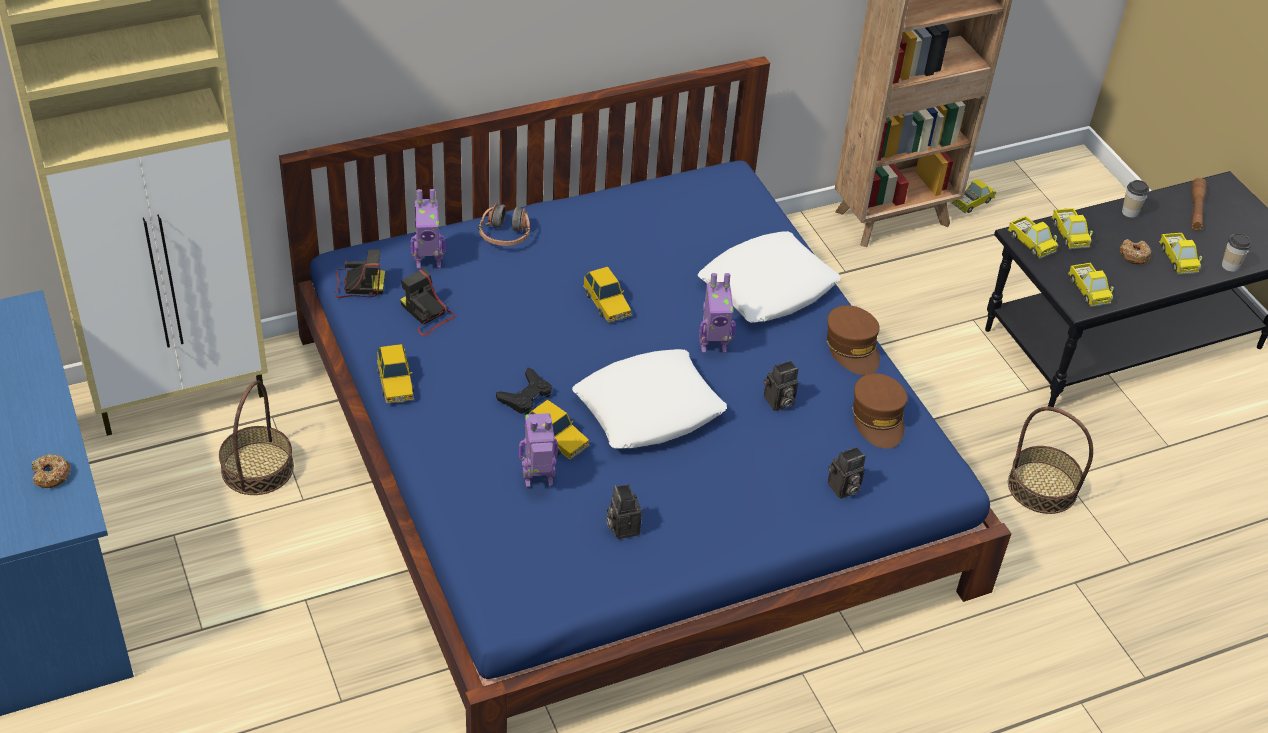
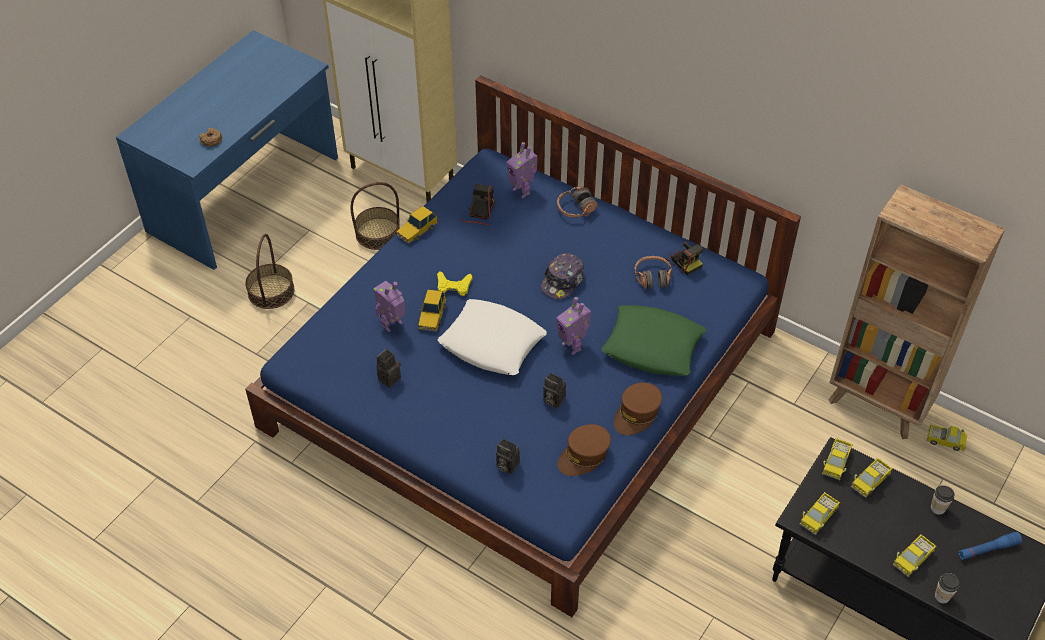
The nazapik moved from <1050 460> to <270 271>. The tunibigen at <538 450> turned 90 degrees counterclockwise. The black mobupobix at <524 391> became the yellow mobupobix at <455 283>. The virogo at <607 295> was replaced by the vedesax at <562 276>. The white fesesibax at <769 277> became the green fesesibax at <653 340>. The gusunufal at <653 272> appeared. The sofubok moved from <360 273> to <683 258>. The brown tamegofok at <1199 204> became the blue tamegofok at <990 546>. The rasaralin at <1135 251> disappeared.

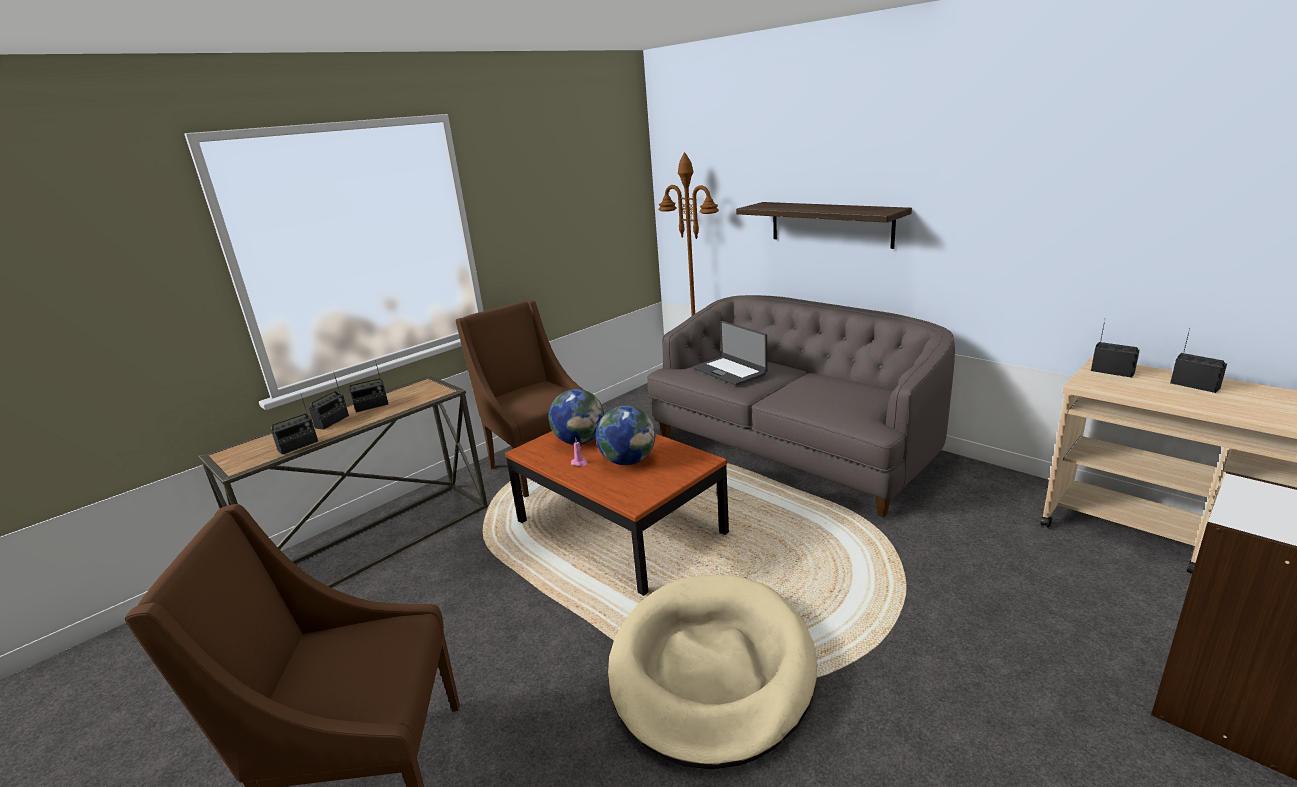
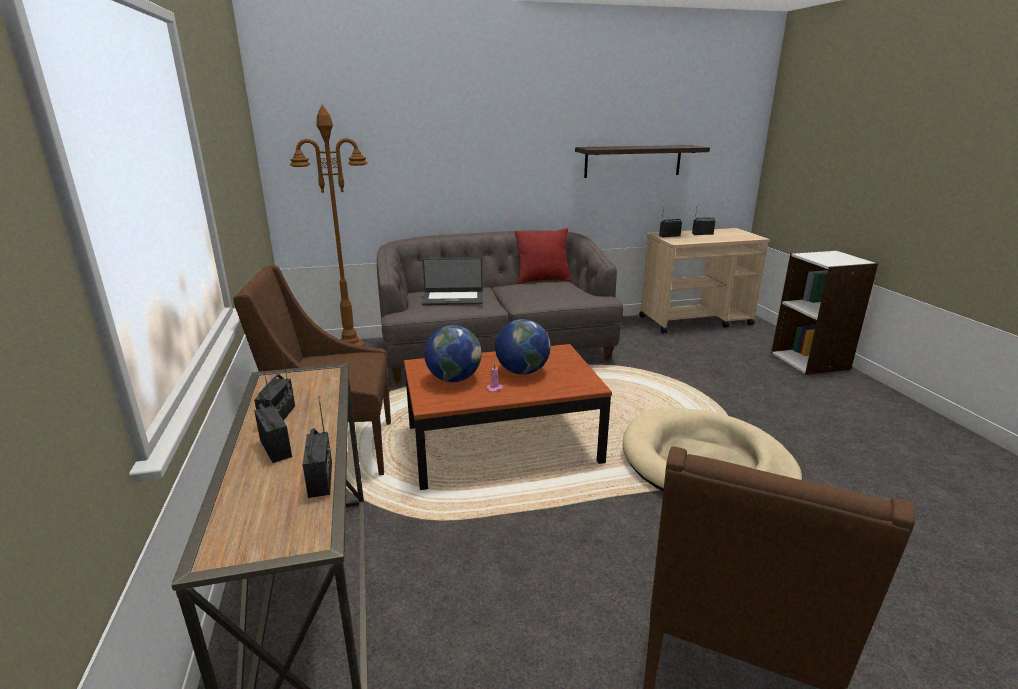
The red fesesibax at <543 256> appeared. The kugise moved from <824 225> to <642 161>.

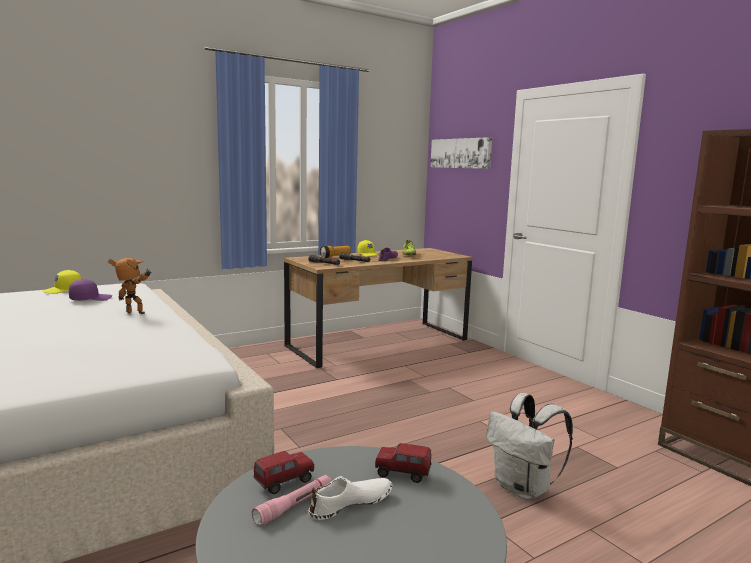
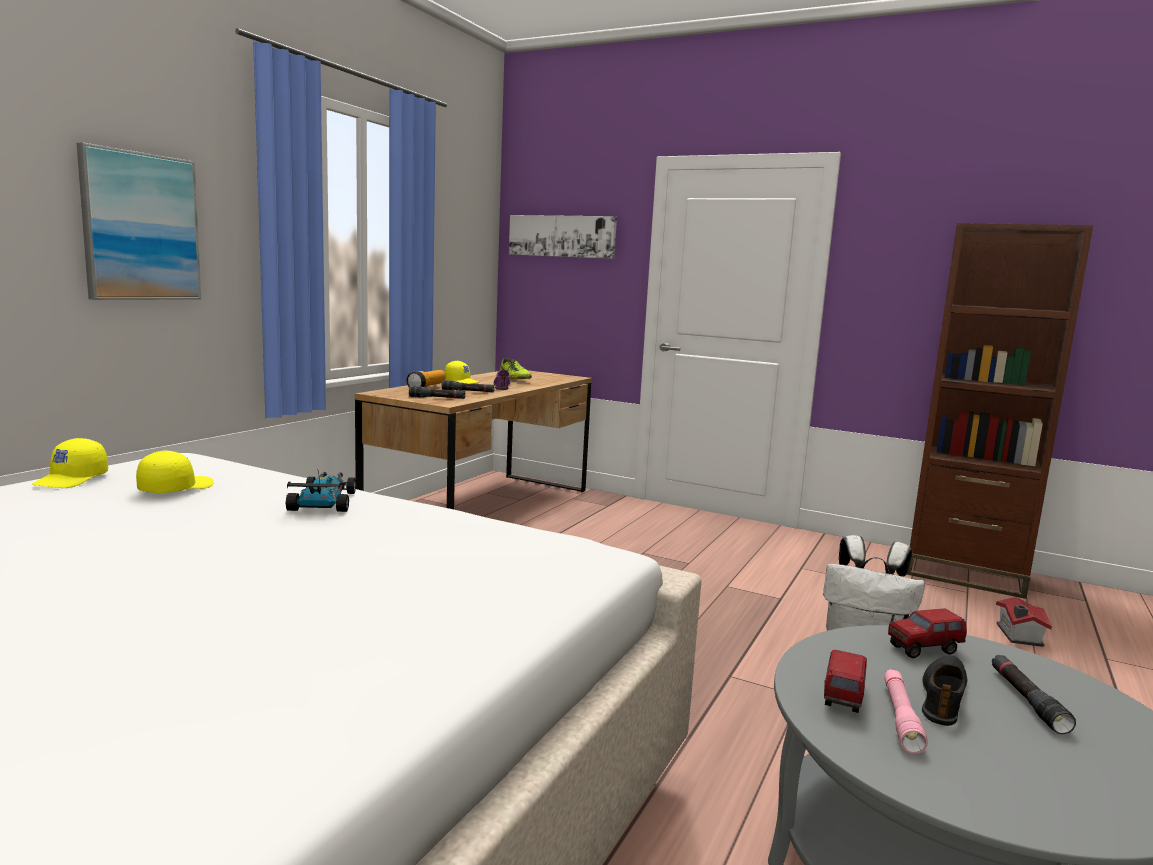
The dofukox at <139 221> appeared. The purple vedesax at <90 290> became the yellow vedesax at <175 471>. The tunibigen at <130 286> was replaced by the virogo at <321 490>. The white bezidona at <350 498> became the black bezidona at <945 690>. The black tamegofok at <1034 694> appeared. The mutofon at <1024 622> appeared.

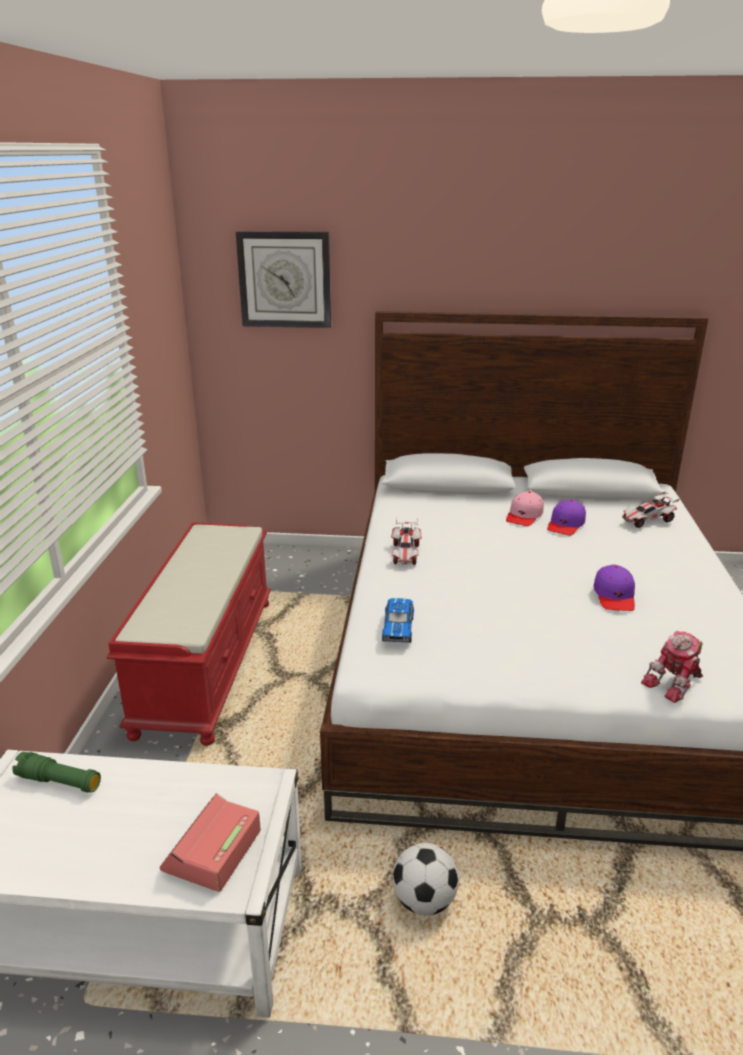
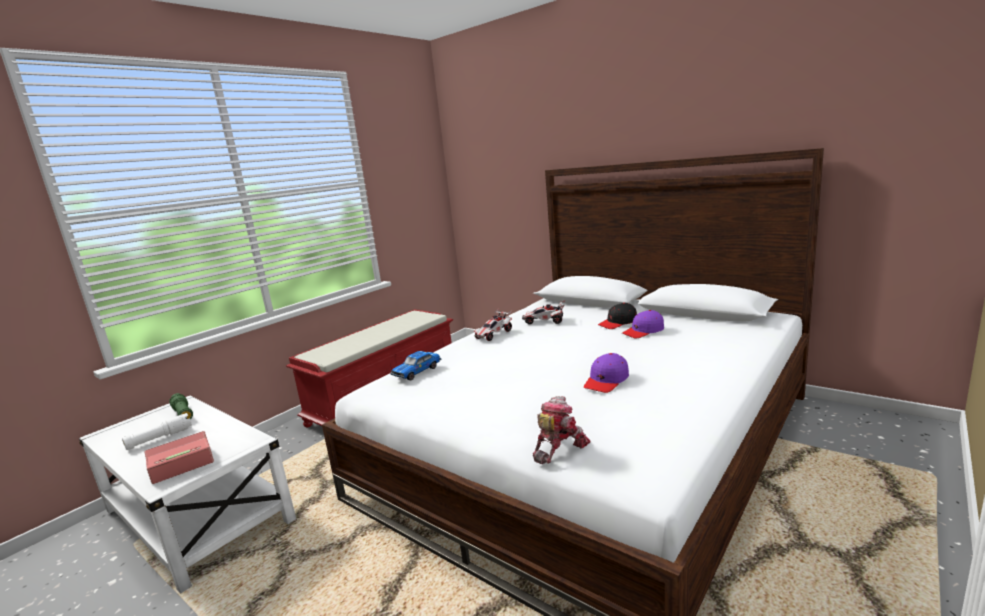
The white tamegofok at <157 431> appeared. The virogo moved from <651 509> to <544 312>. The tunibigen at <672 667> turned 135 degrees clockwise. The pink vedesax at <525 508> became the black vedesax at <617 316>. The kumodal at <283 279> disappeared. The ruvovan at <425 879> disappeared.

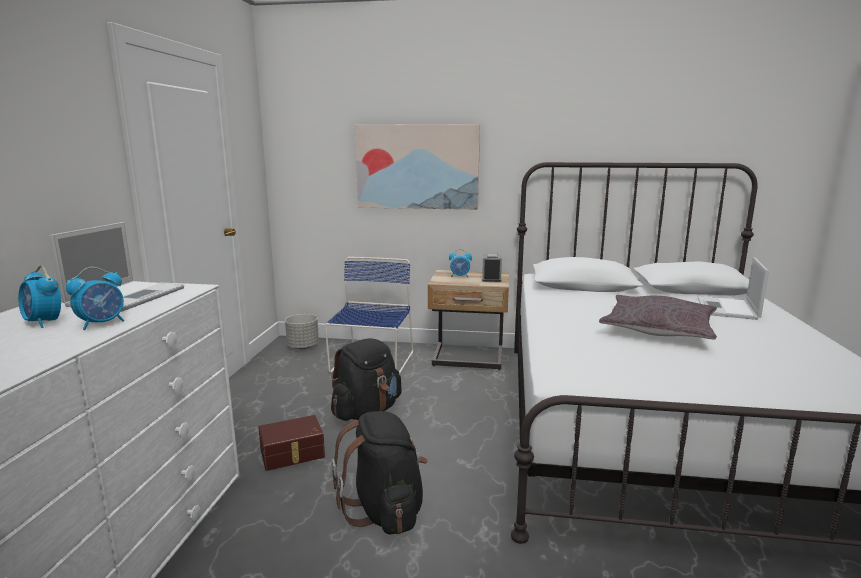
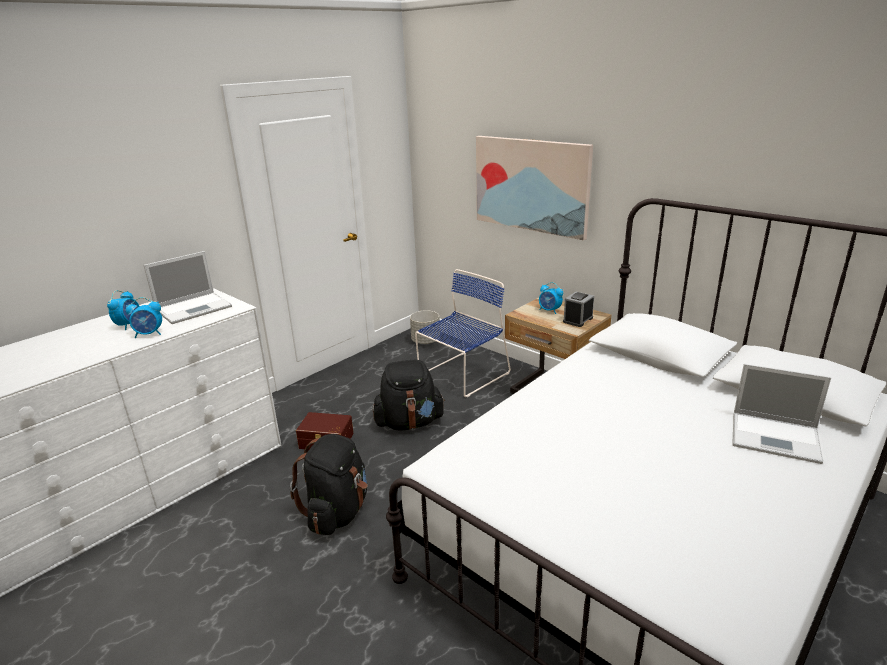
The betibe at <39 297> turned 150 degrees counterclockwise. The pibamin at <733 288> turned 120 degrees counterclockwise. The grey fesesibax at <658 317> disappeared.

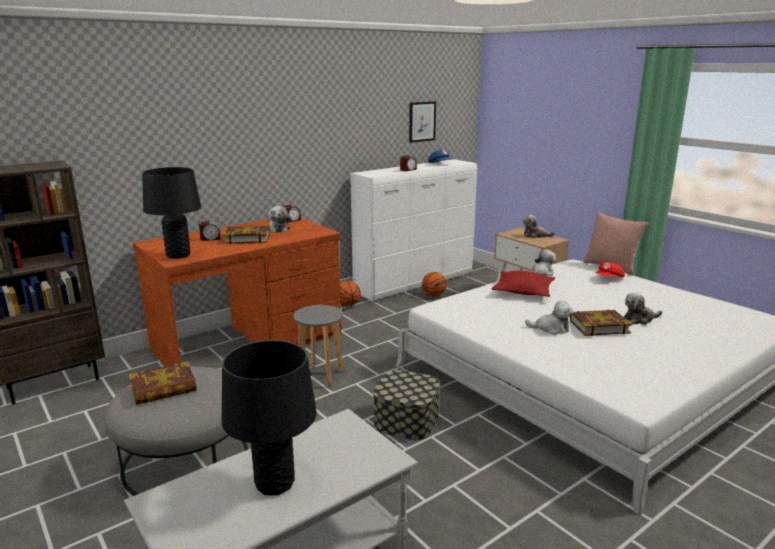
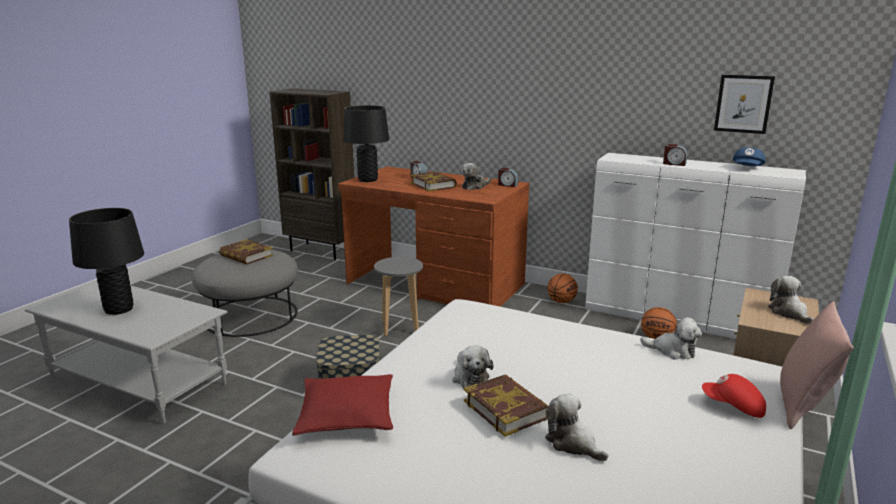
The red fesesibax moved from <523 284> to <342 405>.

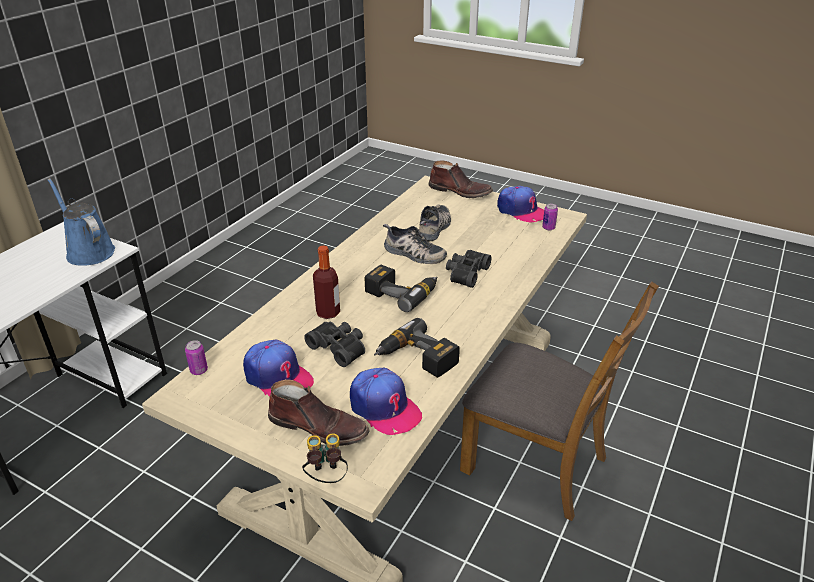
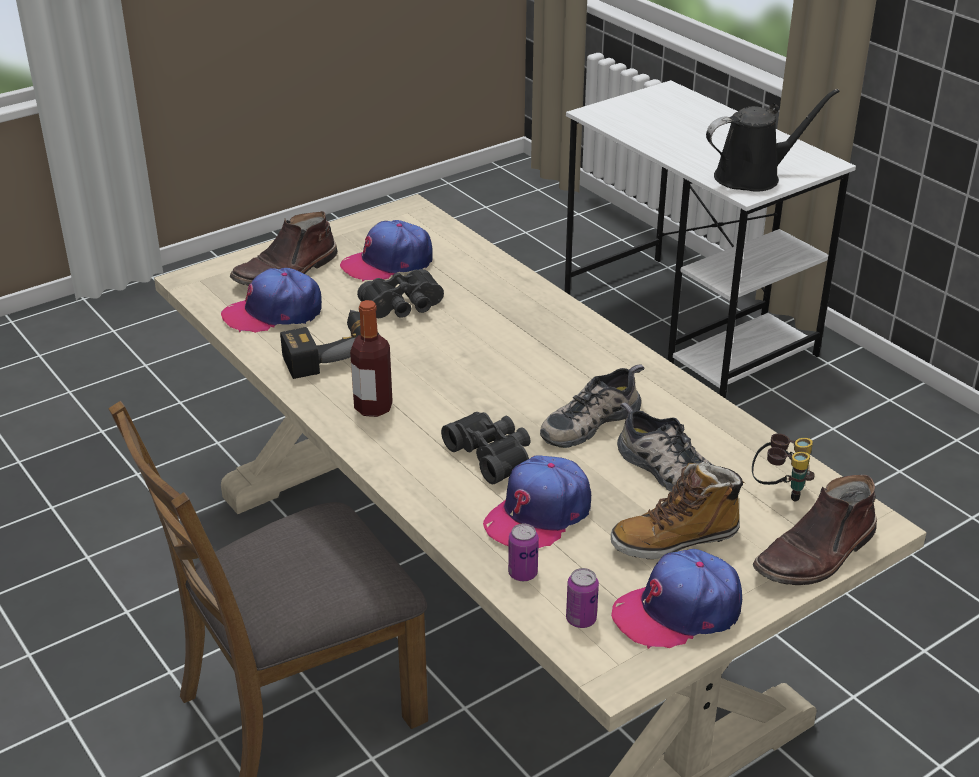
The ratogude moved from <326 282> to <371 358>. The vedesax at <537 501> appeared. The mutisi moved from <196 357> to <523 552>. The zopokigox at <678 510> appeared. The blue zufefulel at <81 222> became the black zufefulel at <773 140>. The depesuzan moved from <325 458> to <783 467>. The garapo at <401 288> disappeared.

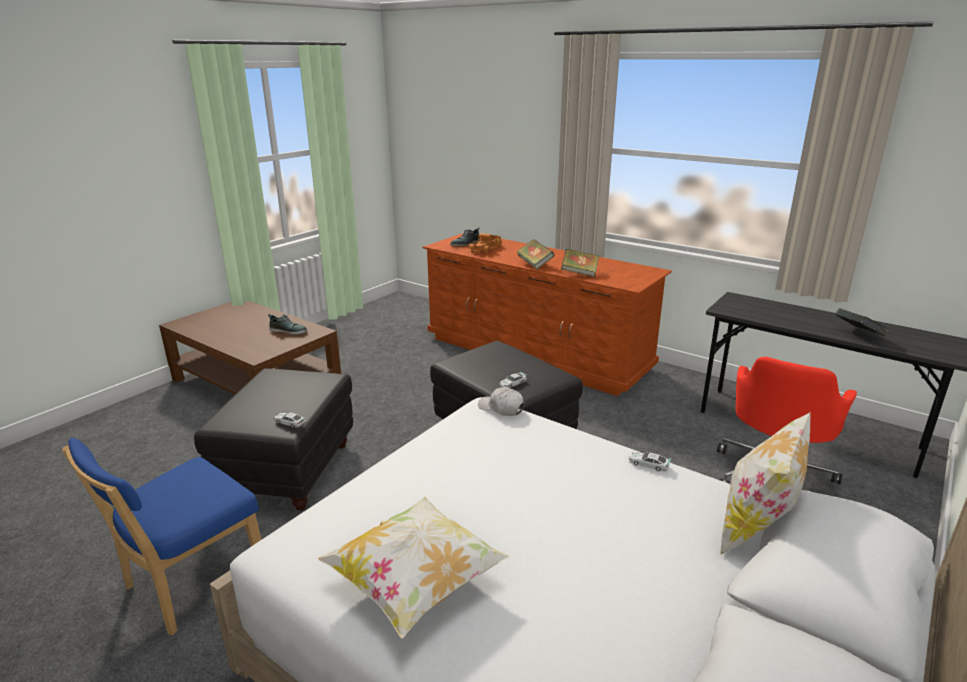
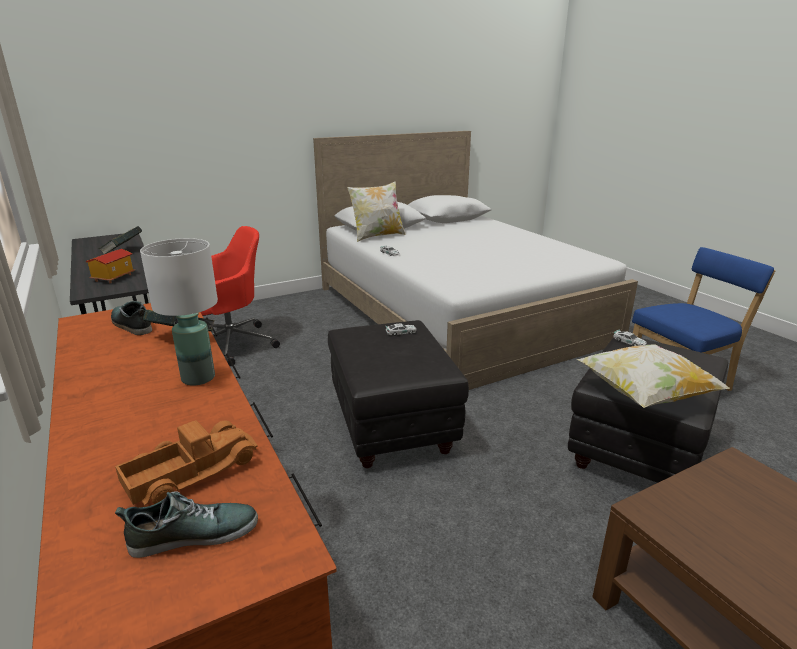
The mutofon at <110 266> appeared. The bezidona moved from <287 324> to <131 318>. The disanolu at <535 254> was replaced by the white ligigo at <179 312>. The fesesibax moved from <414 568> to <653 376>. The white vedesax at <501 401> disappeared.

